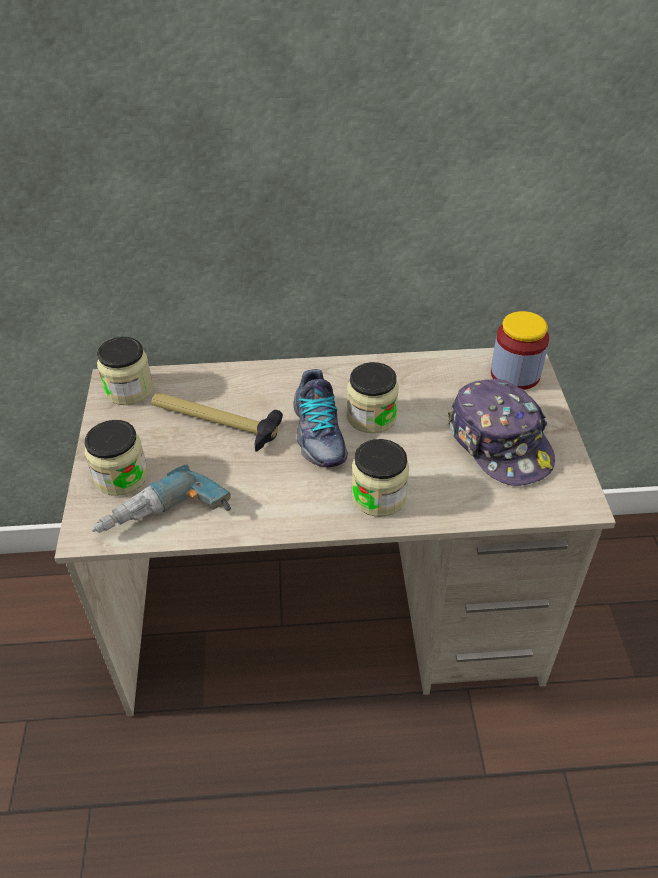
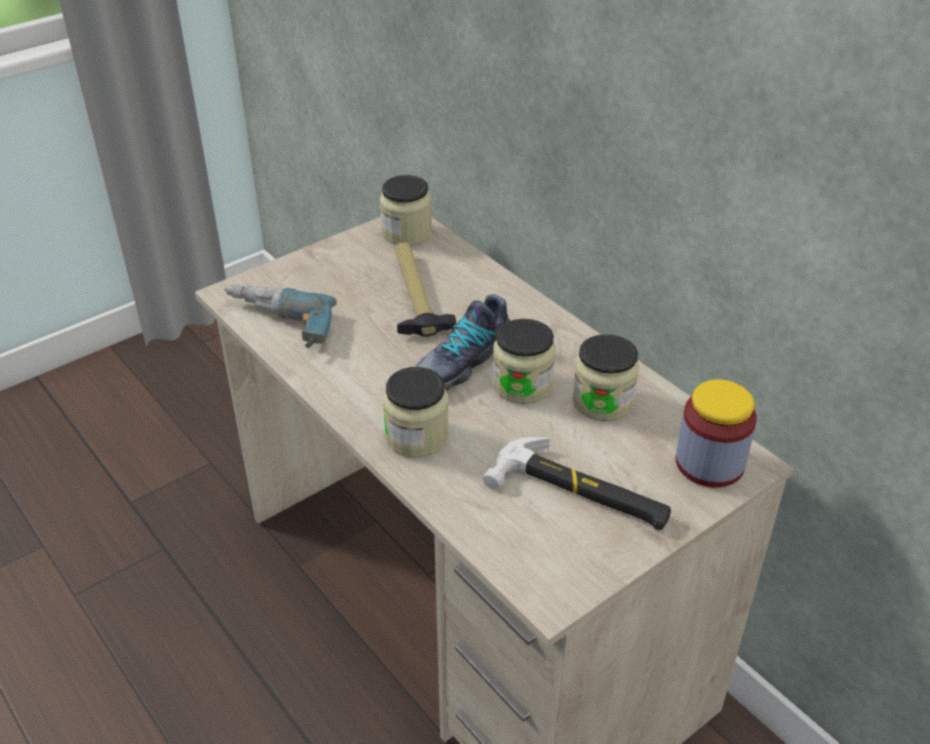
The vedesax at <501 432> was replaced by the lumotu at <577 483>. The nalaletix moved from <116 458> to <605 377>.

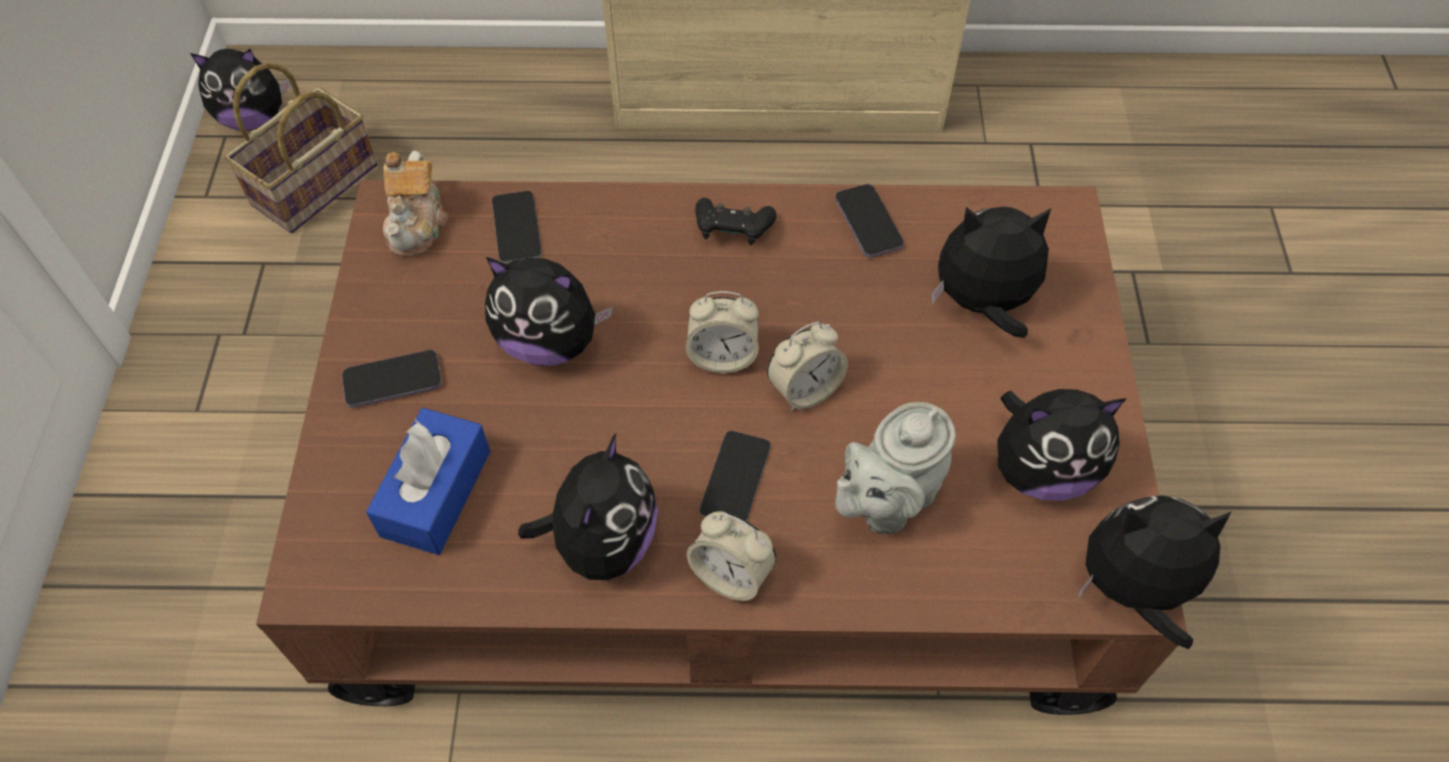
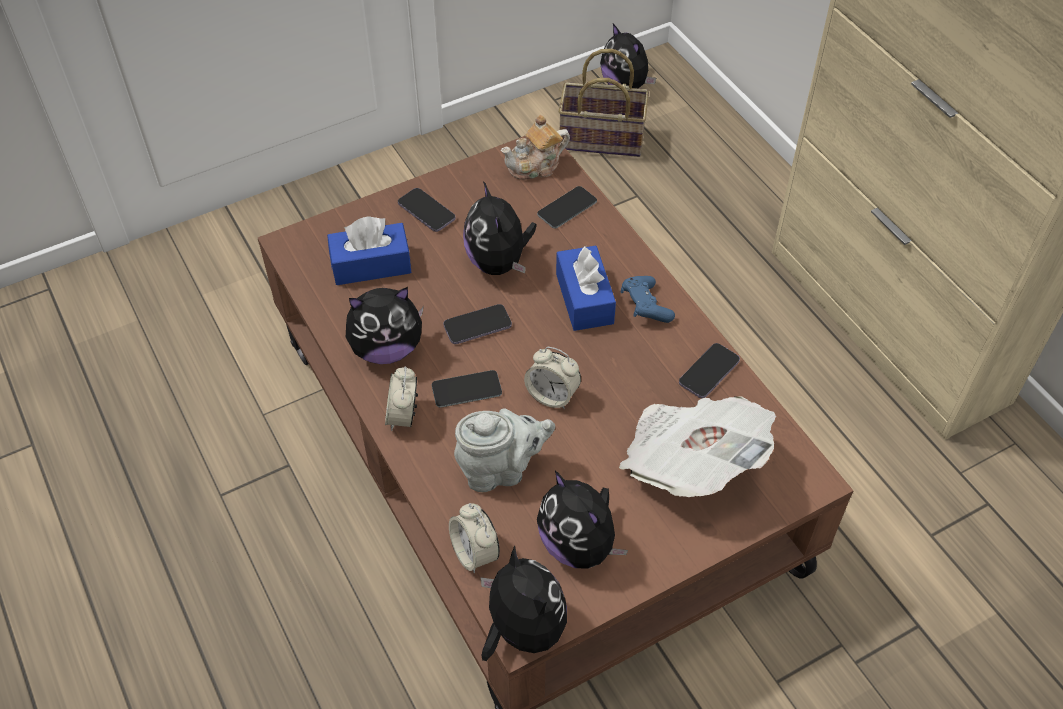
The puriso at <477 324> appeared. The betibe moved from <722 332> to <474 538>. The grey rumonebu at <895 468> turned 150 degrees clockwise. The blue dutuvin at <586 288> appeared. The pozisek at <991 272> was replaced by the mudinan at <697 446>. The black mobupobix at <735 221> became the blue mobupobix at <648 299>.

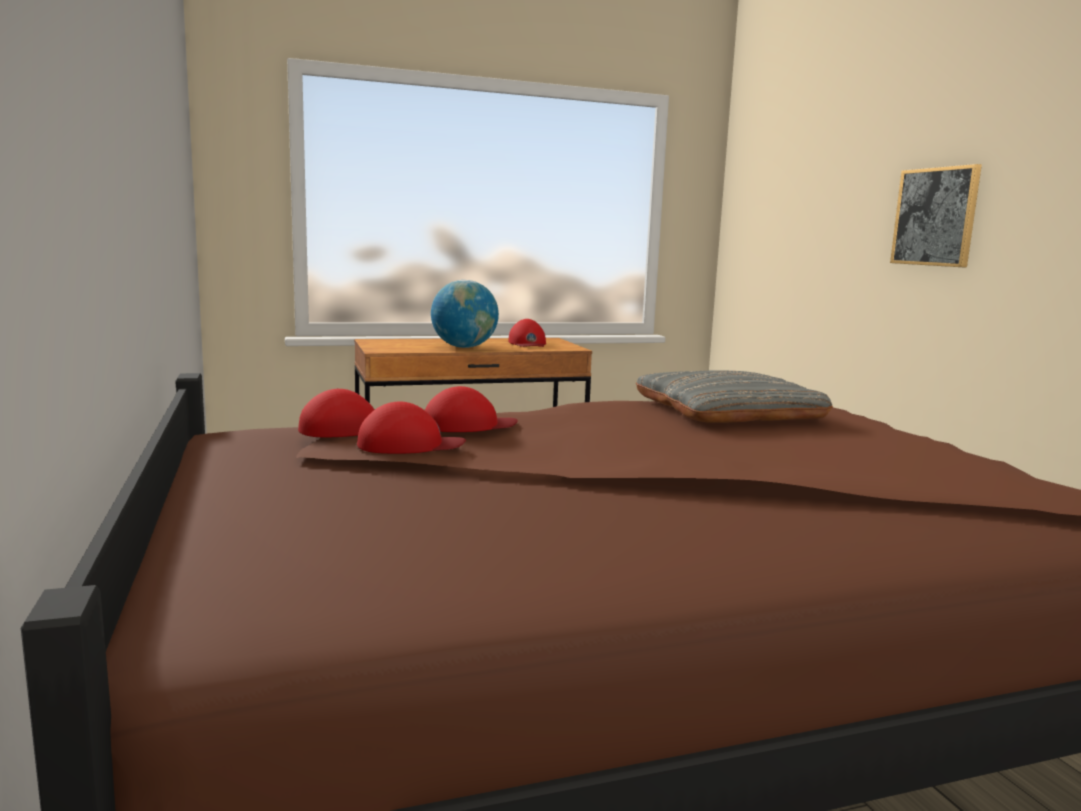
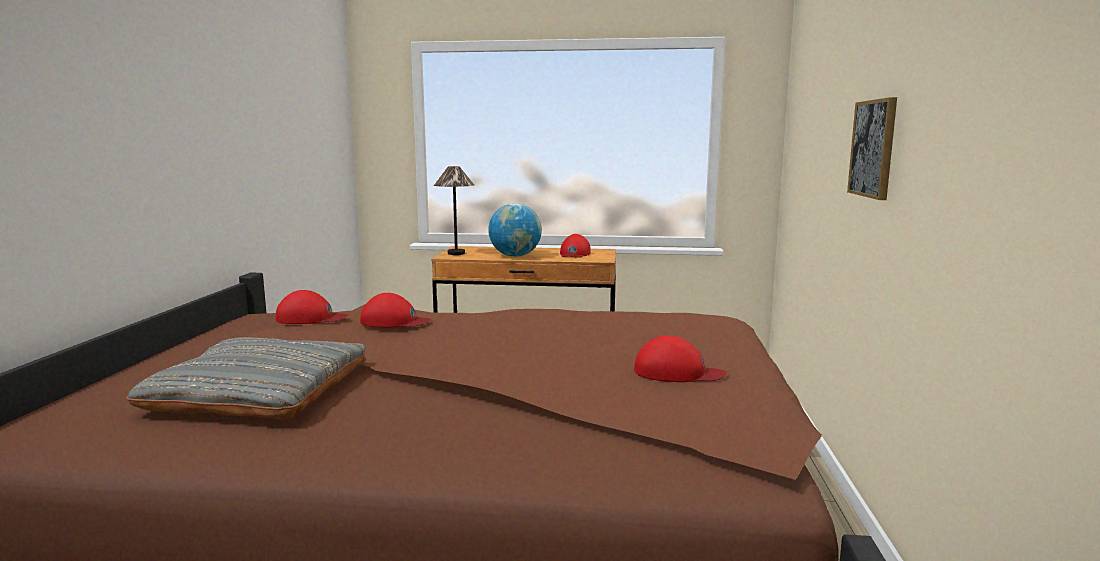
The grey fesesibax moved from <734 396> to <245 378>. The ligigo at <454 210> appeared. The red vedesax moved from <411 427> to <680 359>.

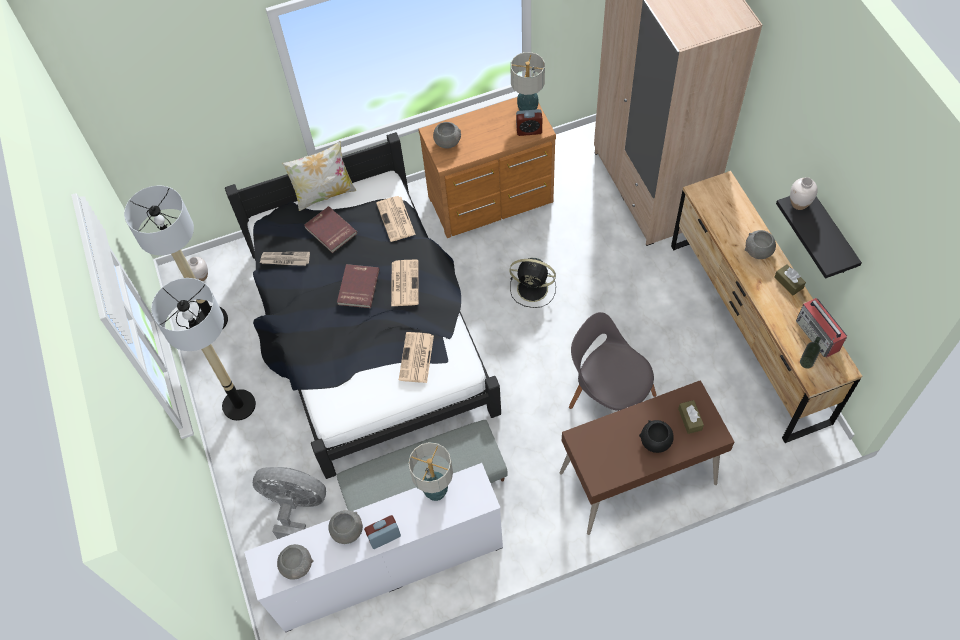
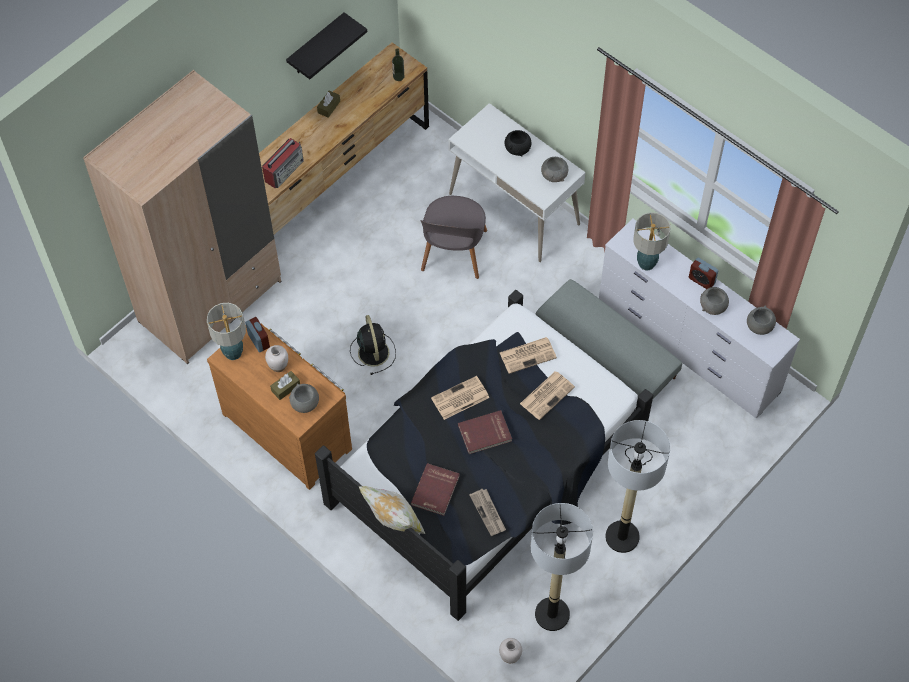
The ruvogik moved from <821 327> to <283 163>. The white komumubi moved from <804 193> to <276 358>. The brown dutuvin moved from <691 417> to <285 385>. The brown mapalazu at <647 457> became the white mapalazu at <516 182>. The mudinan moved from <396 219> to <547 396>. The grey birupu moved from <760 244> to <554 169>. The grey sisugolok at <289 503> disappeared.

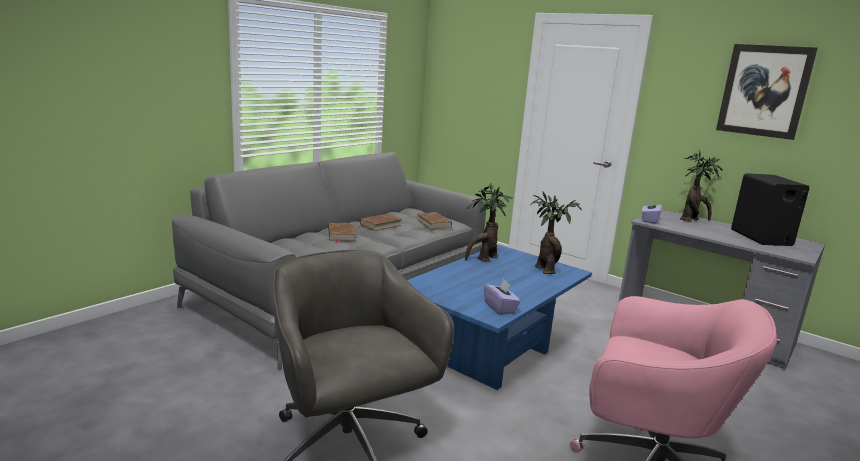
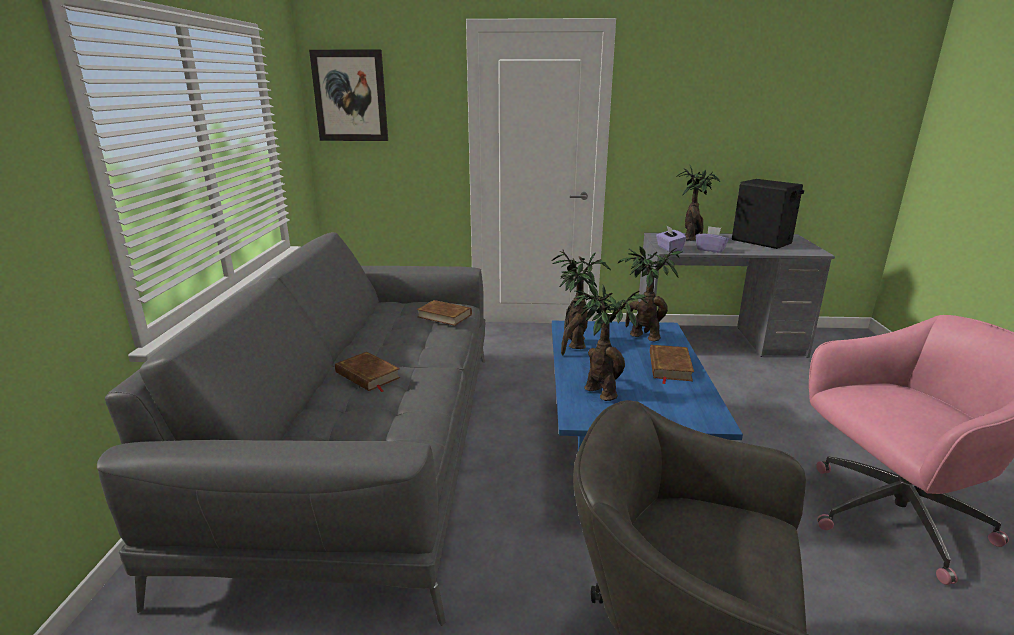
The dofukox moved from <767 92> to <348 95>. The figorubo at <611 342> appeared. The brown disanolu moved from <380 222> to <672 364>. The purple dutuvin moved from <502 297> to <712 239>.

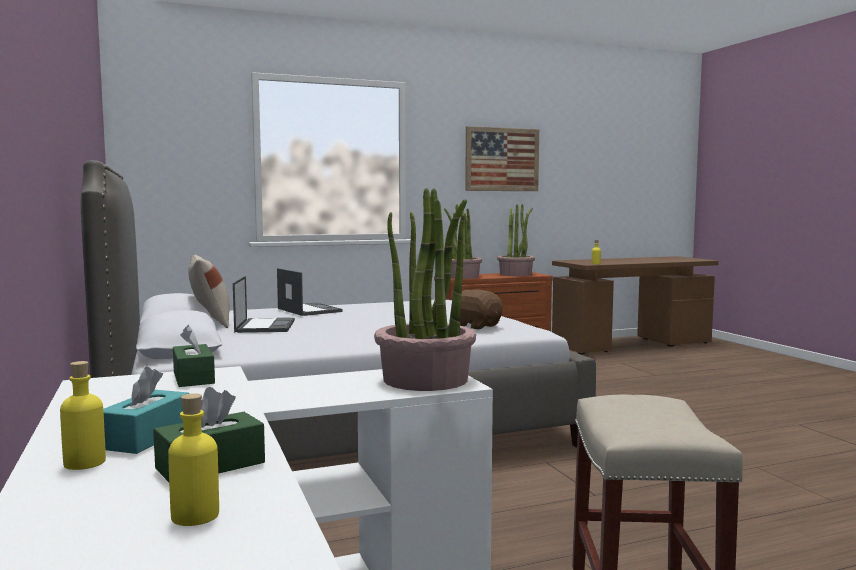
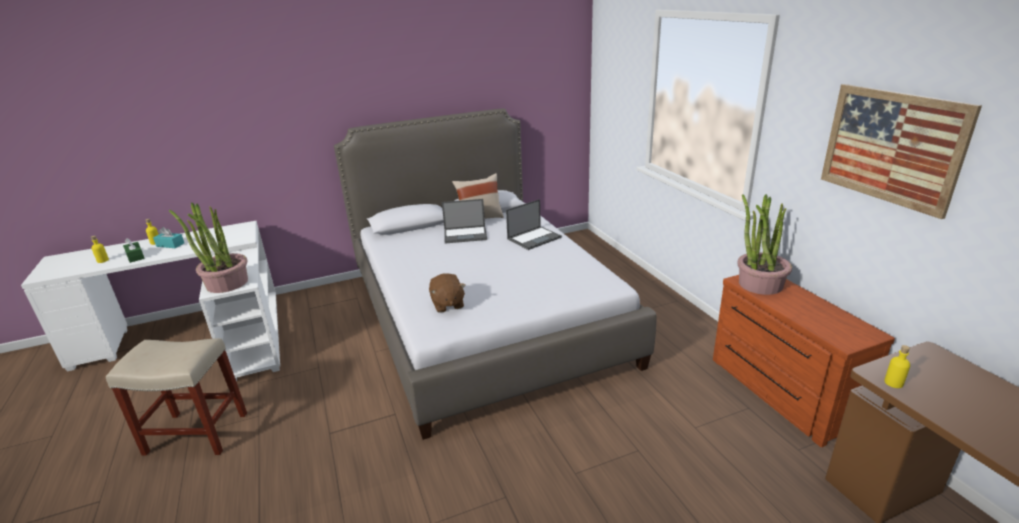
The brown pozisek at <477 309> turned 120 degrees clockwise. The green dutuvin at <194 356> disappeared. The figorubo at <516 240> disappeared.

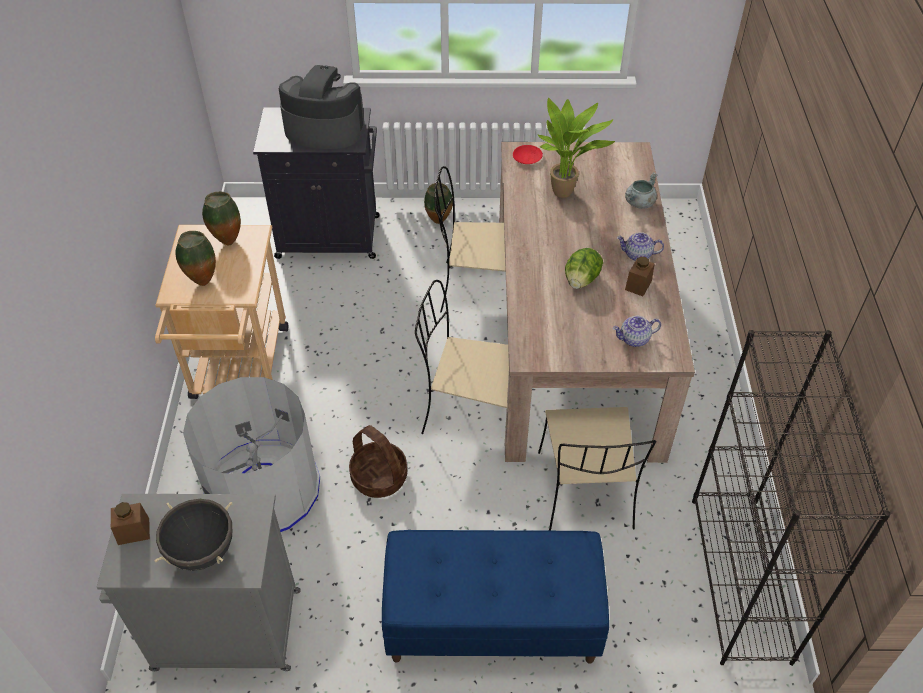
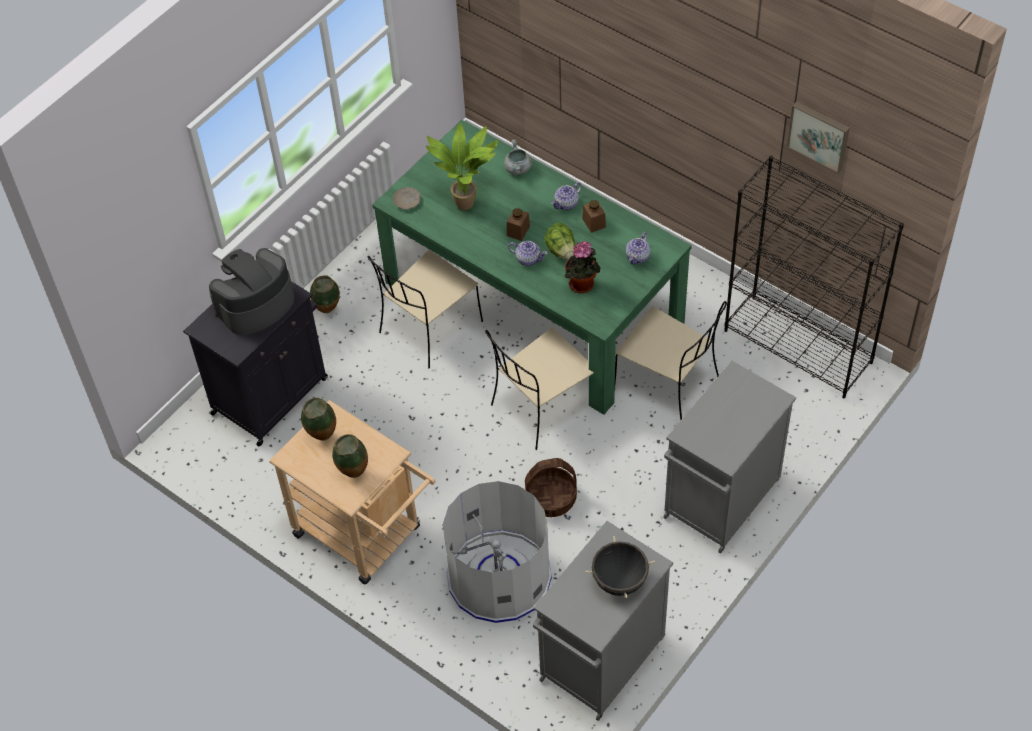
The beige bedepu at <597 302> became the green bedepu at <532 267>. The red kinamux at <528 154> became the beige kinamux at <407 198>. The brown nalaletix moved from <130 523> to <518 224>. The rumonebu at <527 253> appeared. The figorubo at <582 267> appeared. The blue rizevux at <495 597> was replaced by the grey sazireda at <729 457>. The dofukox at <818 137> appeared.

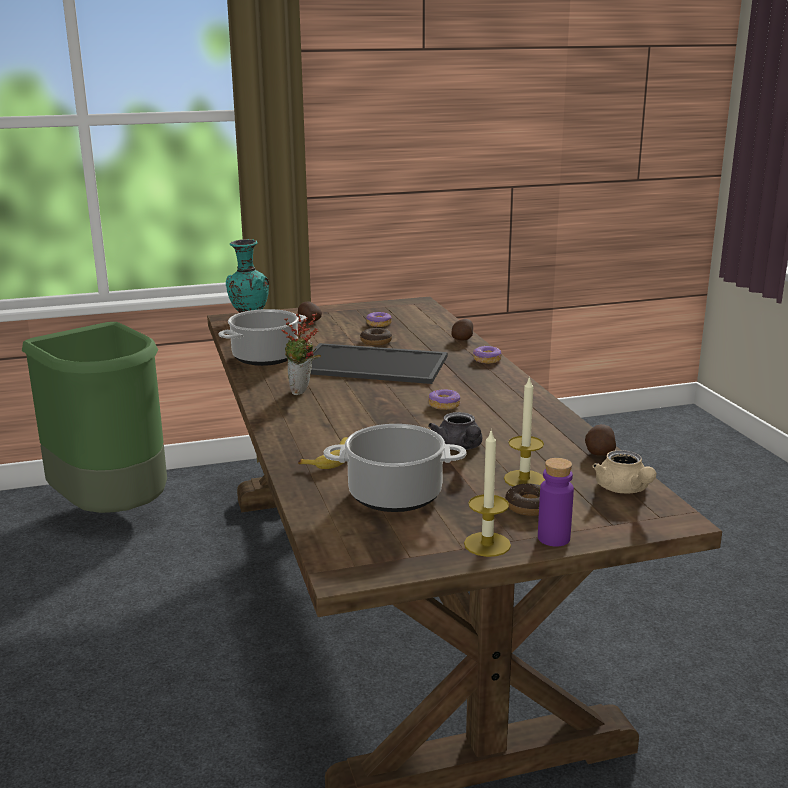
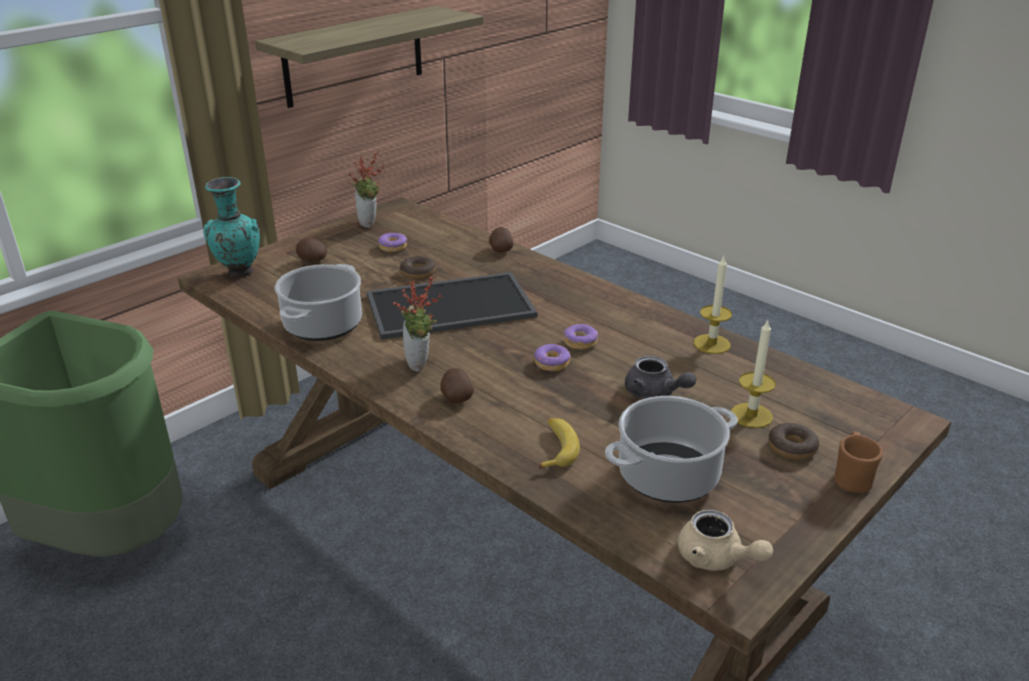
The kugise at <369 57> appeared. The figorubo at <366 190> appeared. The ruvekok moved from <600 440> to <457 385>. The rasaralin moved from <487 355> to <552 358>. The beige rumonebu moved from <624 471> to <725 540>. The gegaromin moved from <487 493> to <713 304>. The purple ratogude at <556 502> was replaced by the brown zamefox at <859 462>.

